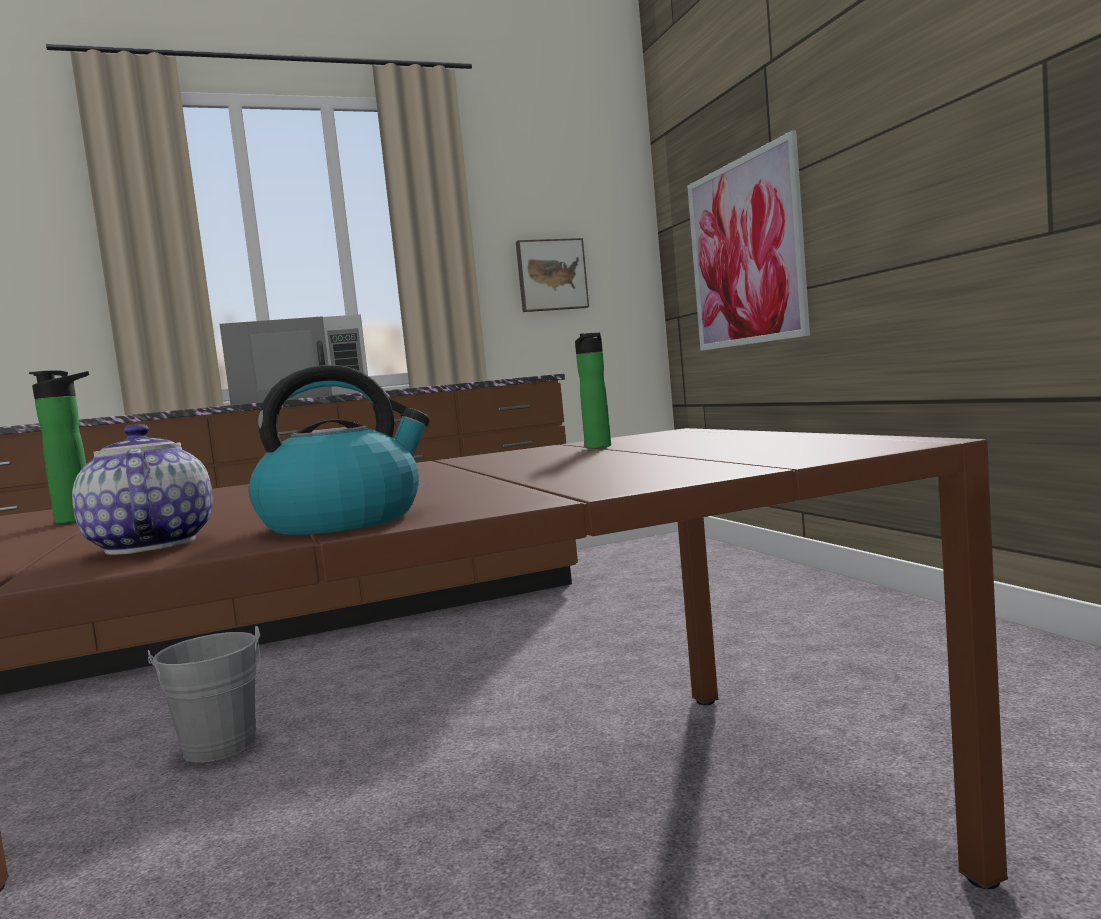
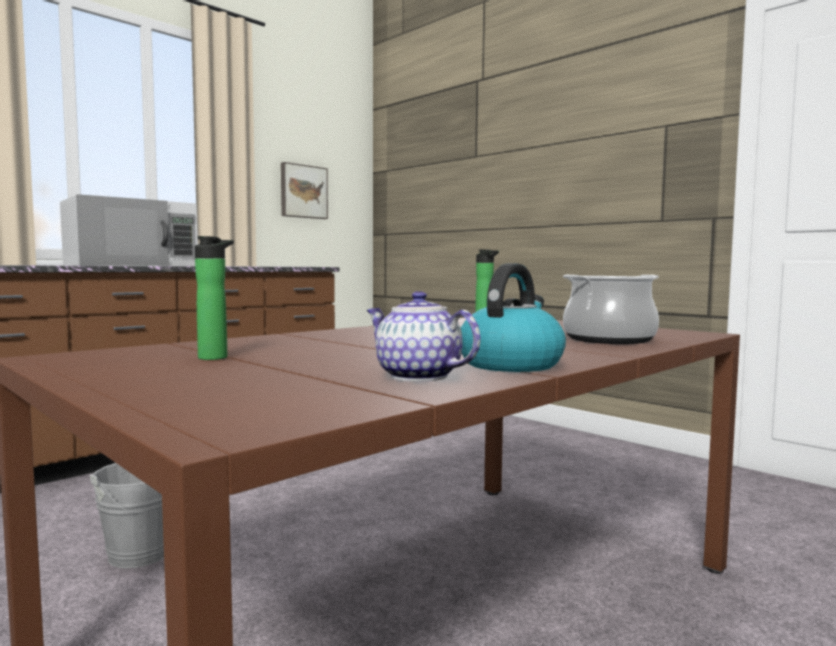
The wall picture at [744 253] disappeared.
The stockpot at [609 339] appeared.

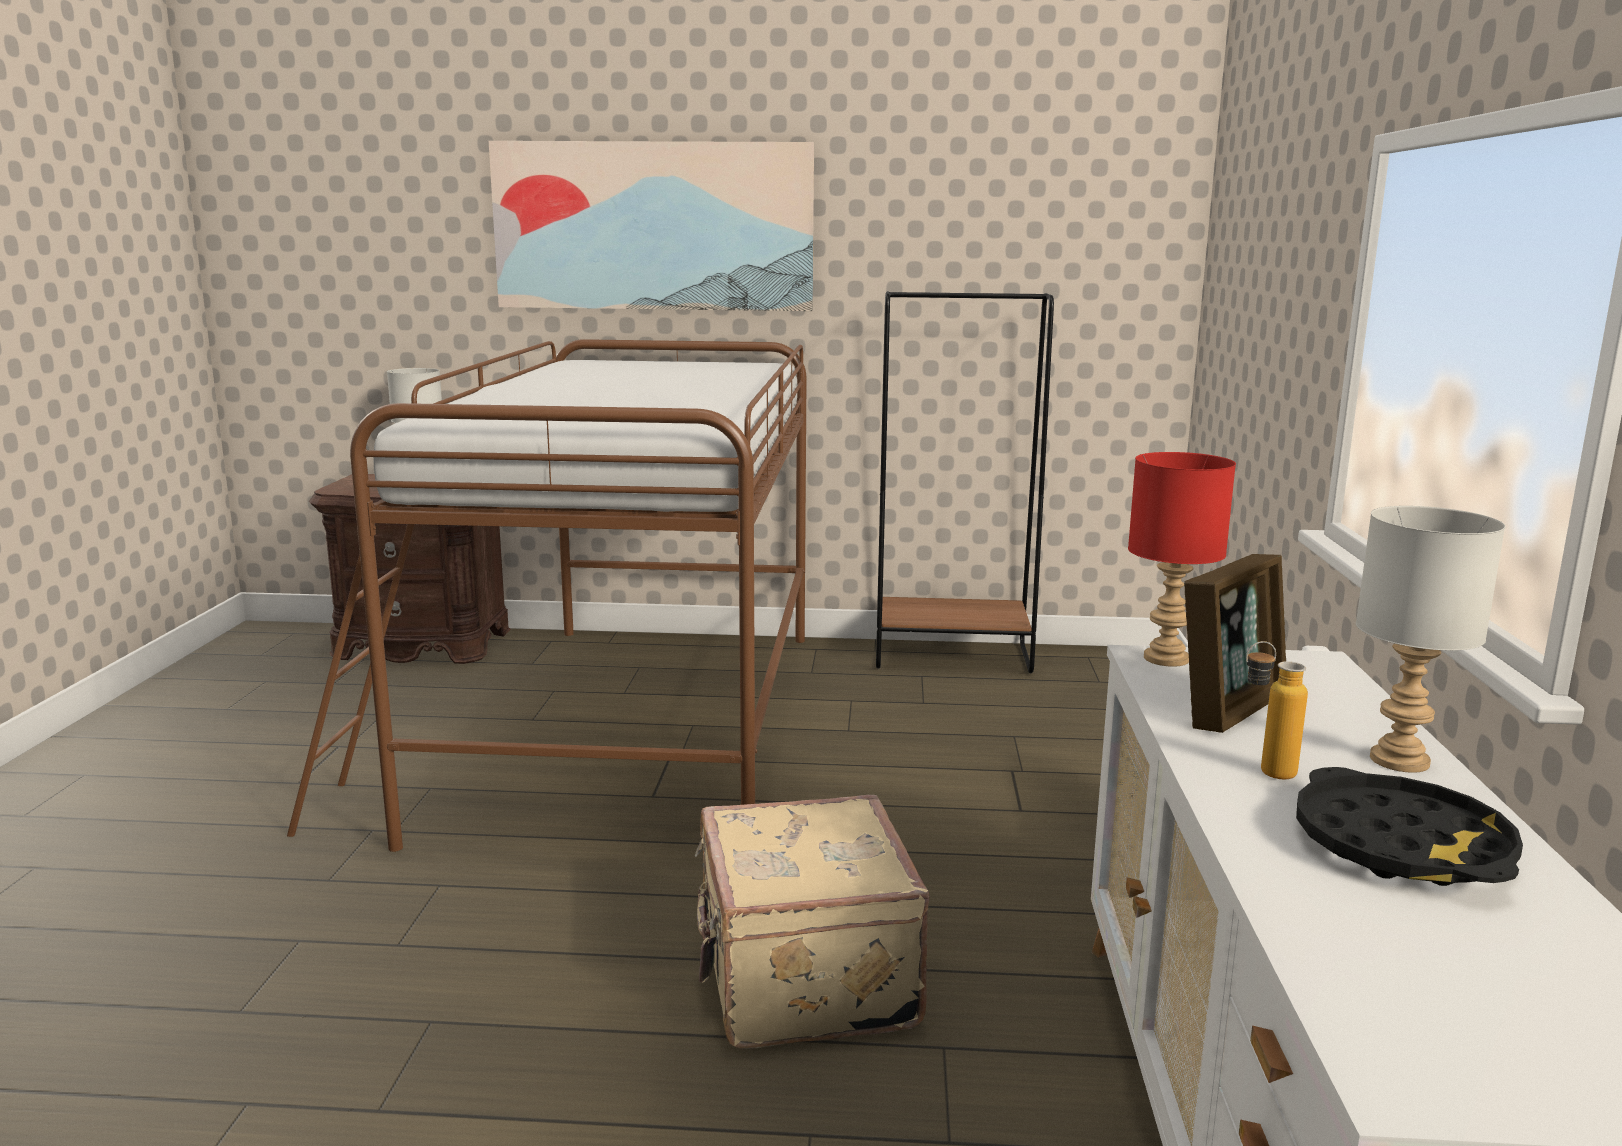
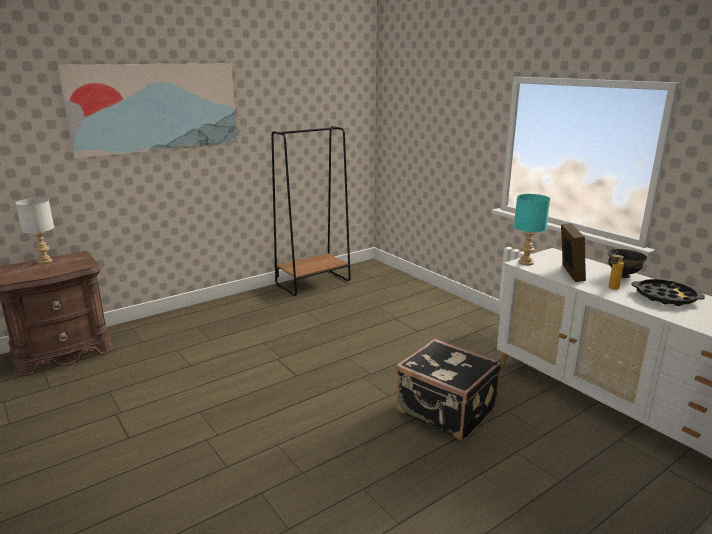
The brown sleeping bed at [631 727] disappeared.
The red tabletop lamp at [1167 659] became the turquoise tabletop lamp at [526 263].
The grey tabletop lamp at [1398 760] was replaced by the black-coloured bowl at [622 275].
The beige-coloured suitcase at [802 979] became the black-coloured suitcase at [445 412].

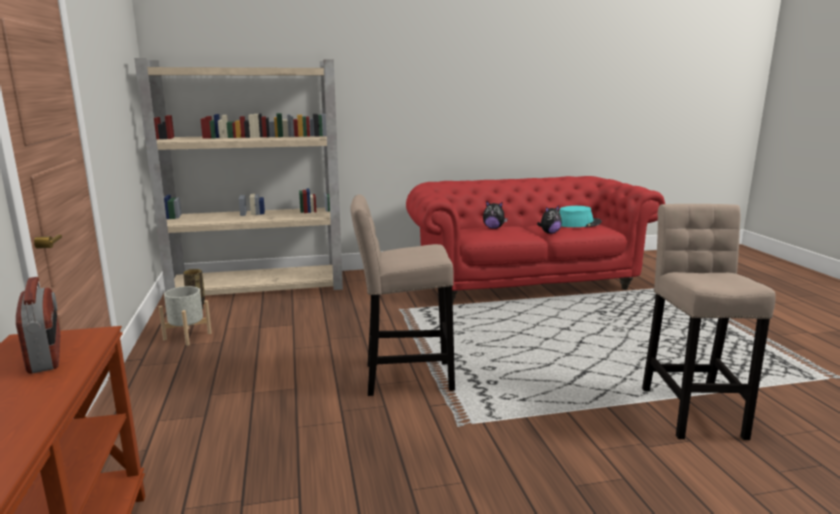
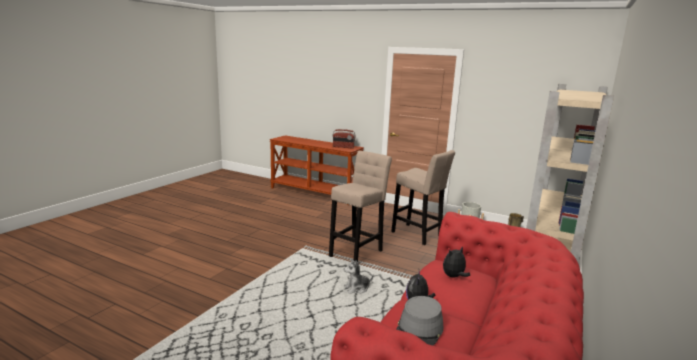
The beige-coloured stool moved from [691 409] to [418 235].
The turquoise clothing hat at [578 223] became the grey clothing hat at [419 329].
The soft toy at [357 288] appeared.

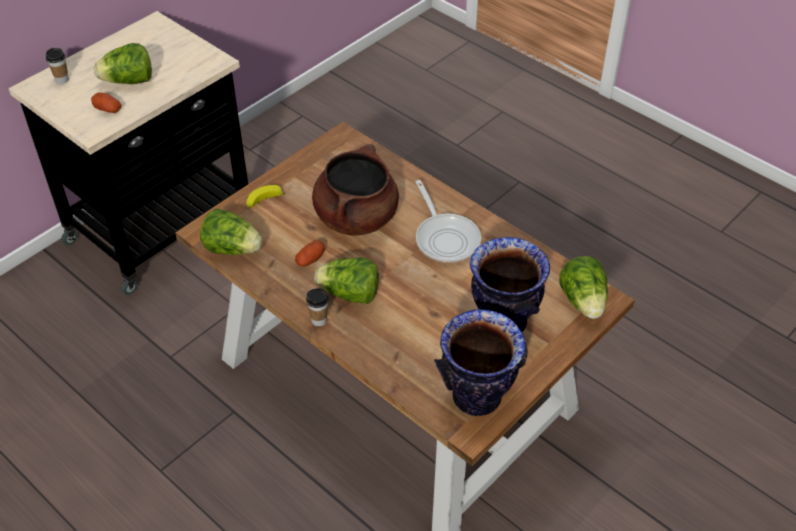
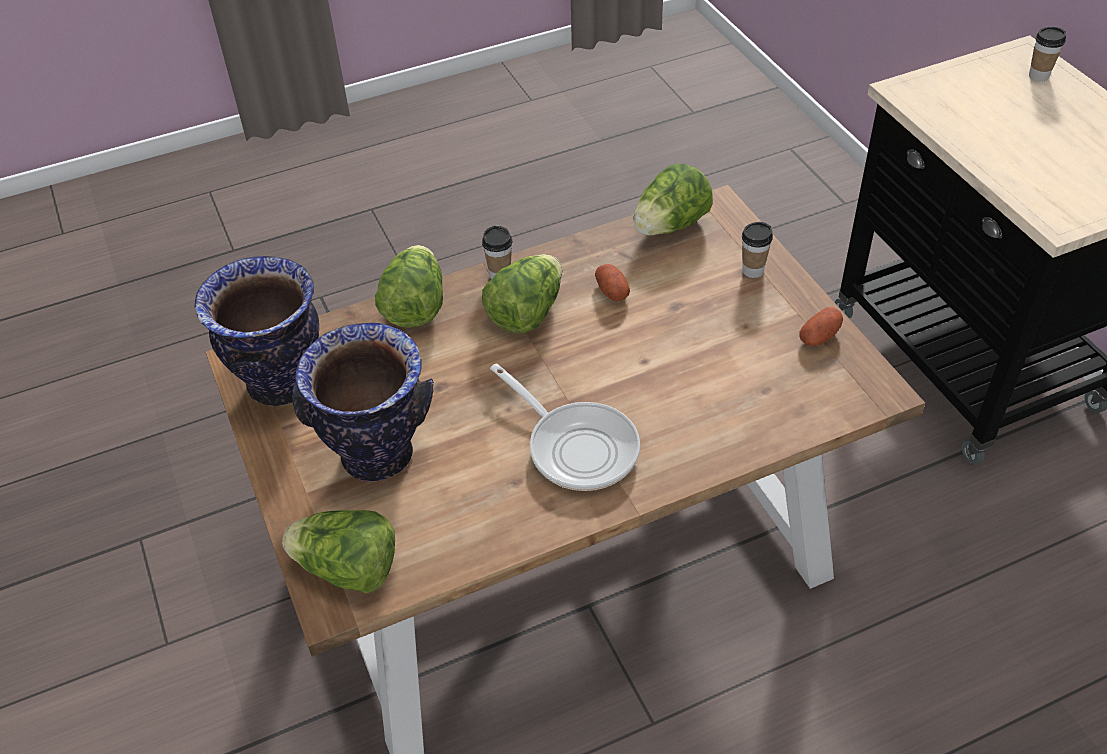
The lettuce moved from [129 81] to [415 307].
The spud moved from [108 109] to [819 336].
The brown stockpot at [356 217] disappeared.
The frying pan at [445 238] turned 135 degrees counterclockwise.
The banana at [263 201] was replaced by the cup at [752 271].

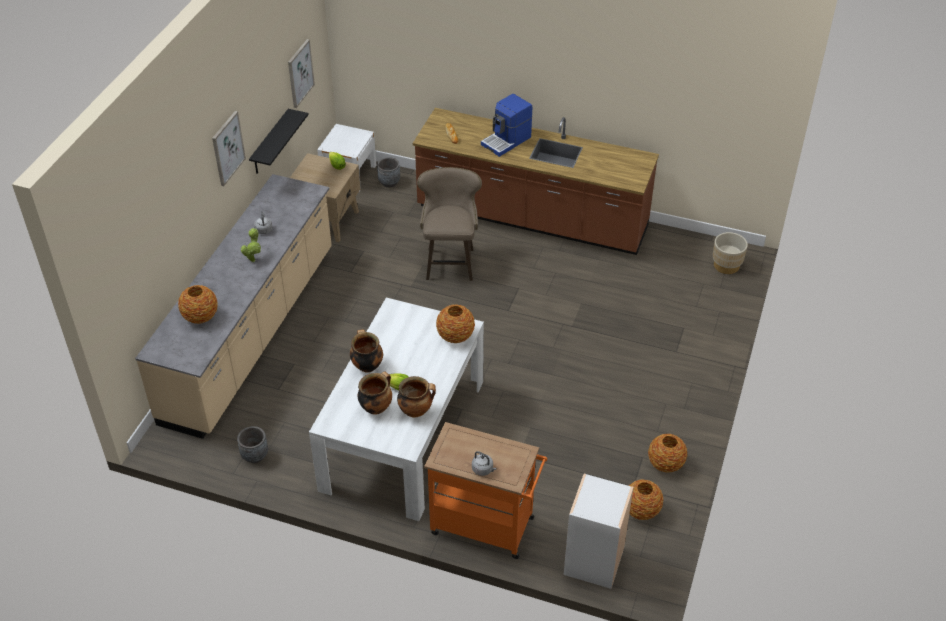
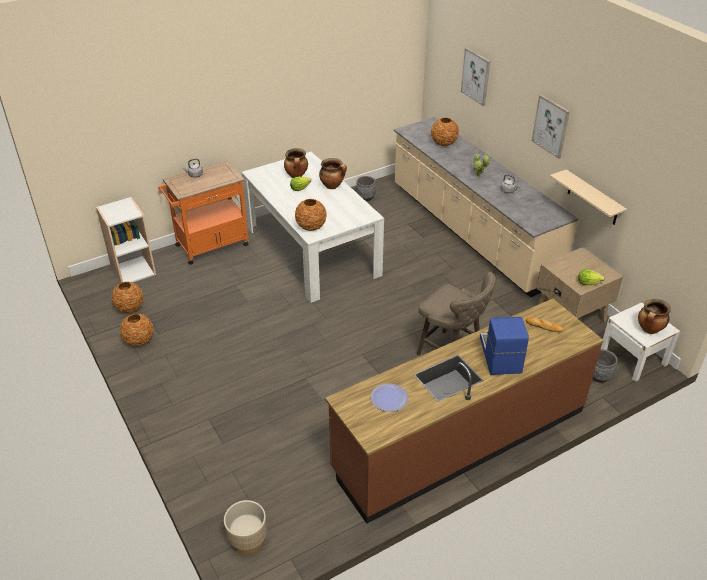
The wall picture moved from [300 73] to [476 76].
The black-coloured wall shelf at [270 143] became the beige-coloured wall shelf at [593 198].
The stockpot moved from [416 411] to [649 330].
The dinner plate at [389 398] appeared.

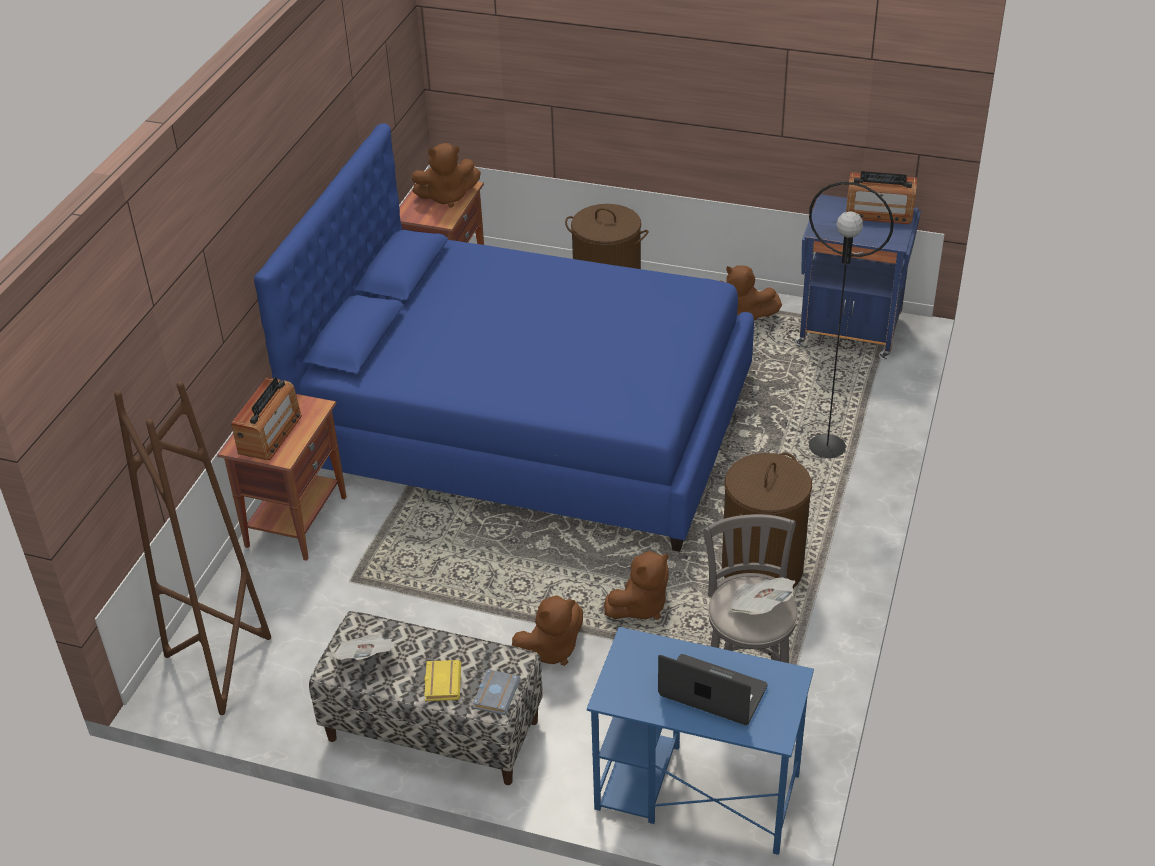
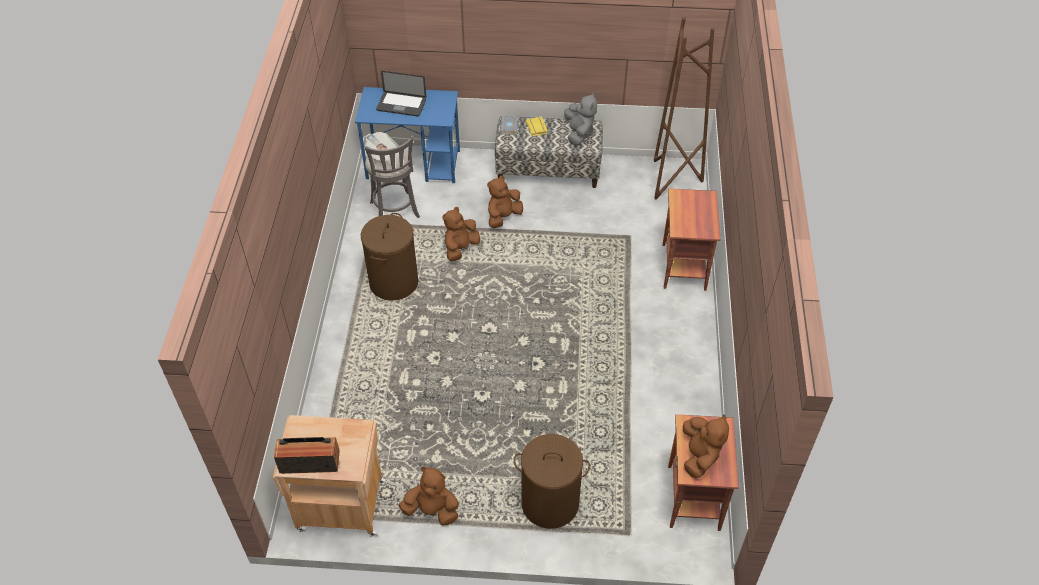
The blue sleeping bed at [526 422] disappeared.
The brown soft toy at [447 197] turned 120 degrees clockwise.
The black-coloured standard lamp at [827 446] disappeared.
The blue cart at [850 332] became the brown cart at [340 505].
The radio receiver at [270 434] disappeared.
The newspaper at [366 658] was replaced by the grey soft toy at [579 133].

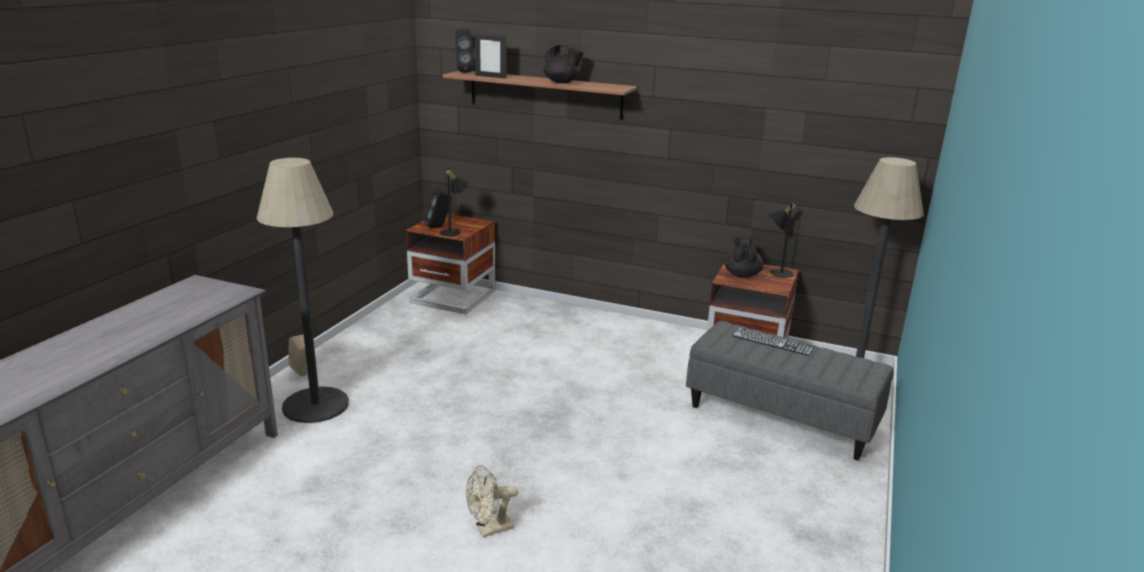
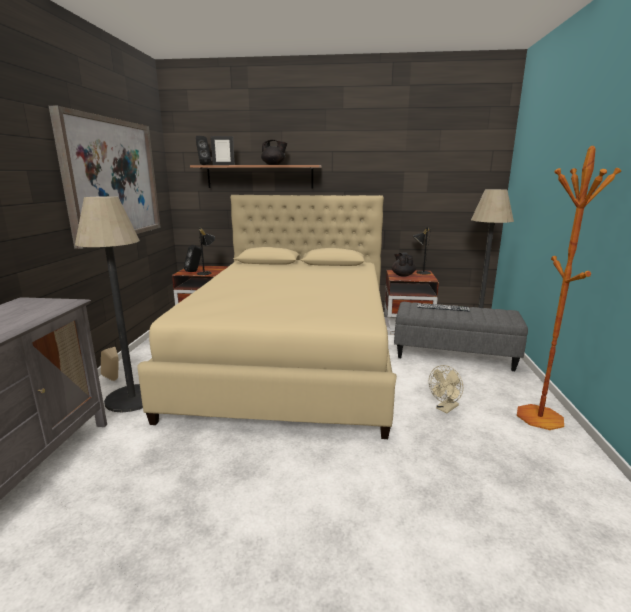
The beige-coloured cooling fan moved from [489 529] to [445 409].
The wall picture at [112 179] appeared.
The orangey garment stand at [540 417] appeared.
The beige-coloured sleeping bed at [292 357] appeared.

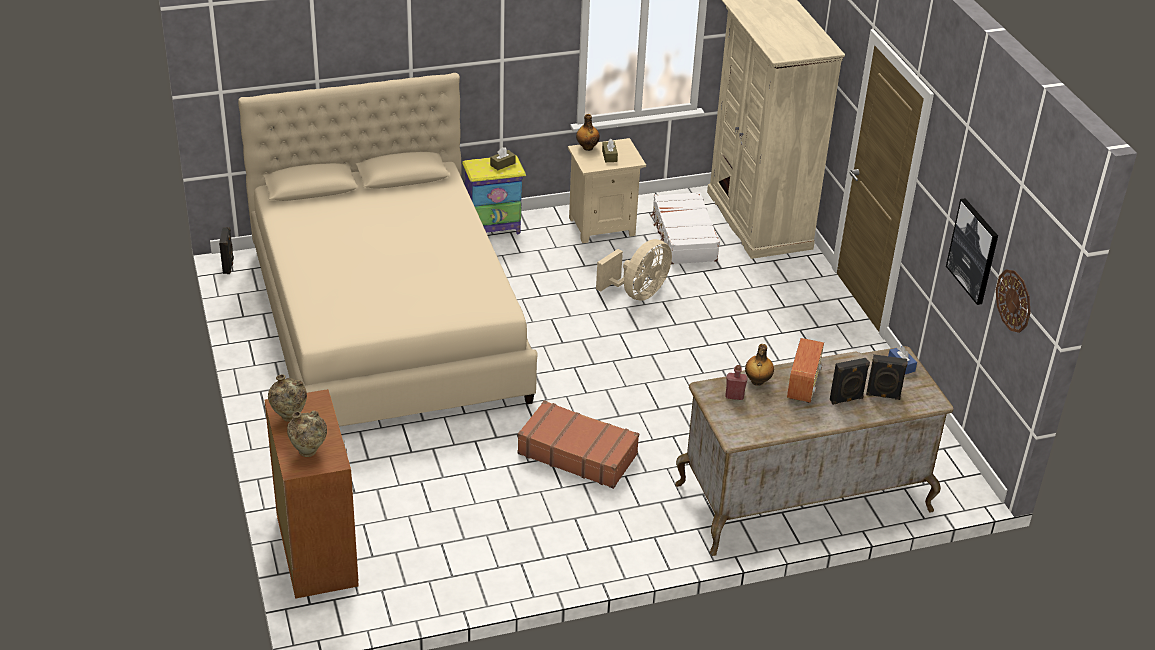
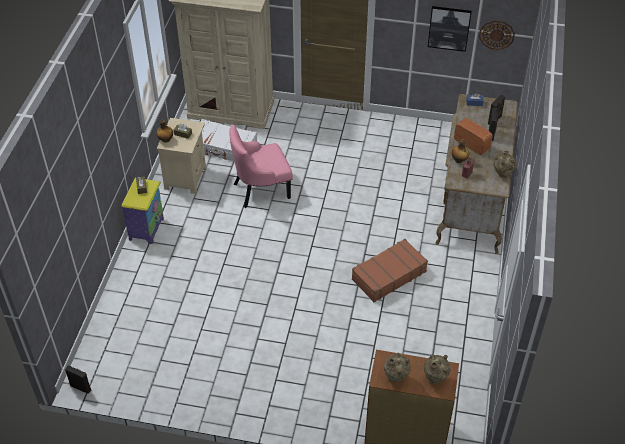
The beige-coloured sleeping bed at [387 323] disappeared.
The beige-coloured cooling fan at [637 293] was replaced by the pink-coloured lounge chair at [262 189].
The beige-coloured decorative vase at [502 175] appeared.

